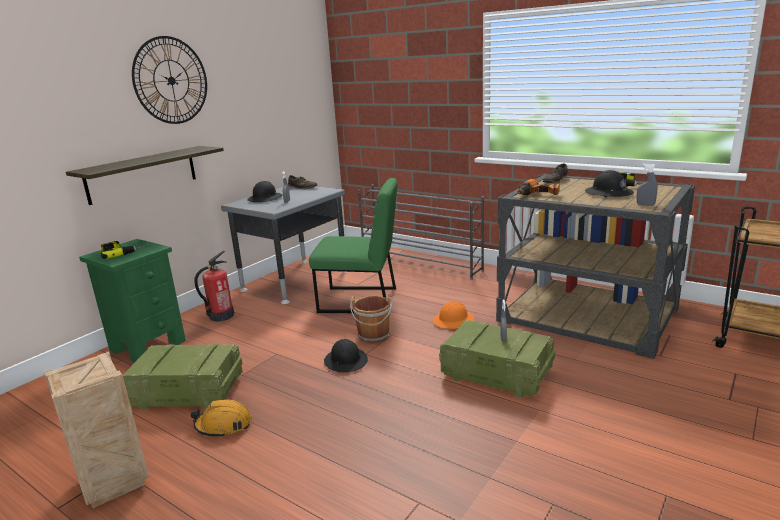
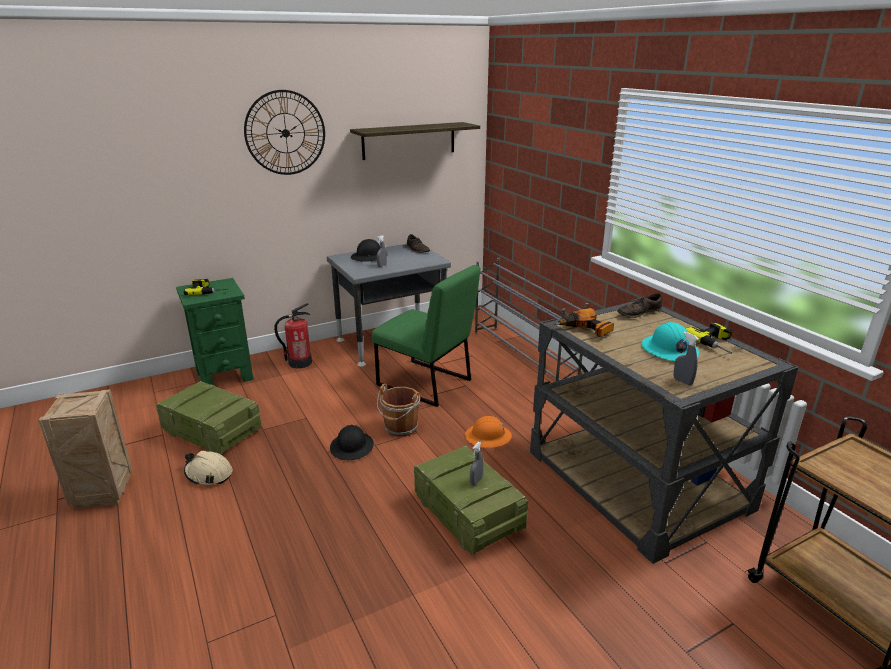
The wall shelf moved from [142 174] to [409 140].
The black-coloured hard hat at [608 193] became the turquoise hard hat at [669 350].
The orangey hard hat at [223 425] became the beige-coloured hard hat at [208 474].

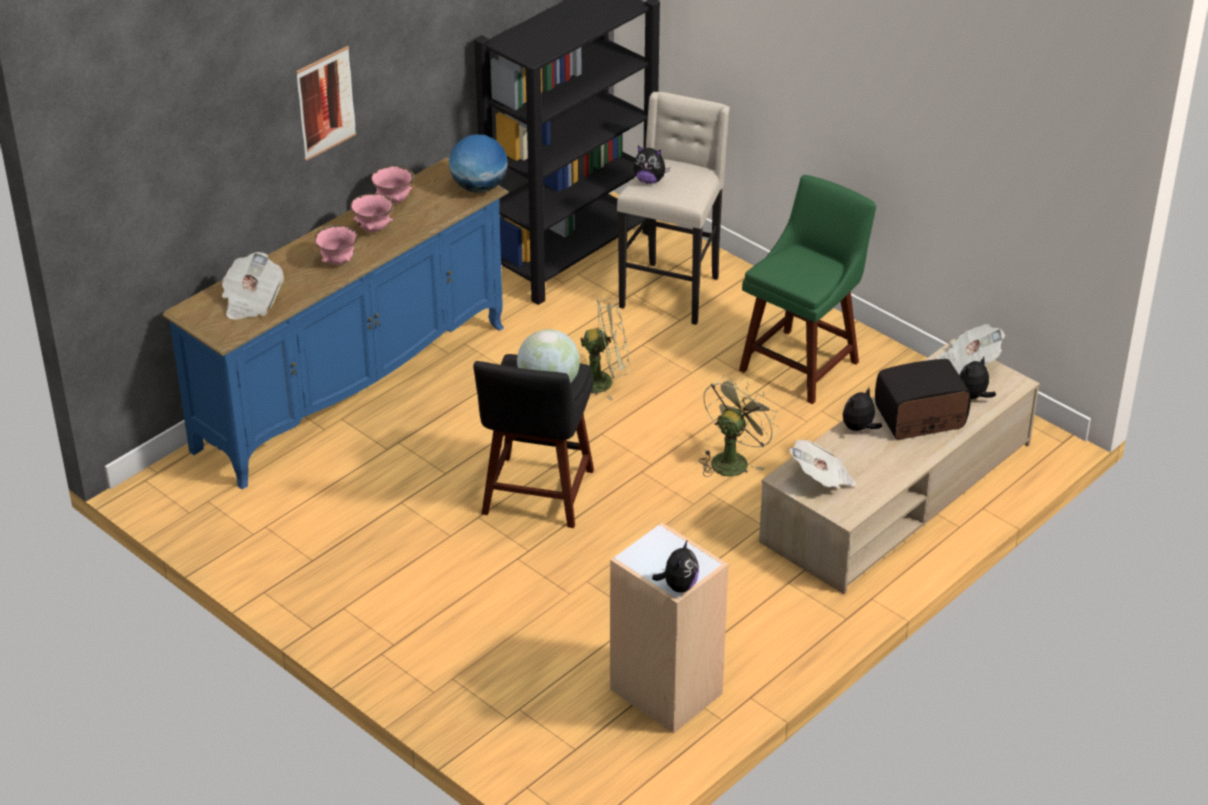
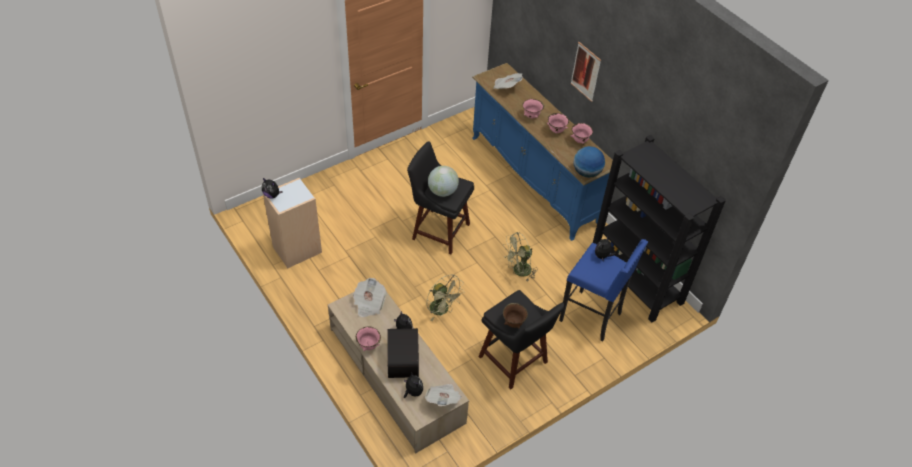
The beige-coloured stool at [671 292] became the blue stool at [592 317].
The green stool at [802 363] became the black-coloured stool at [515 361].
The green cooling fan at [603 381] turned 60 degrees clockwise.
The brown bowl at [513 323] appeared.
The pink-coloured bowl at [368 346] appeared.

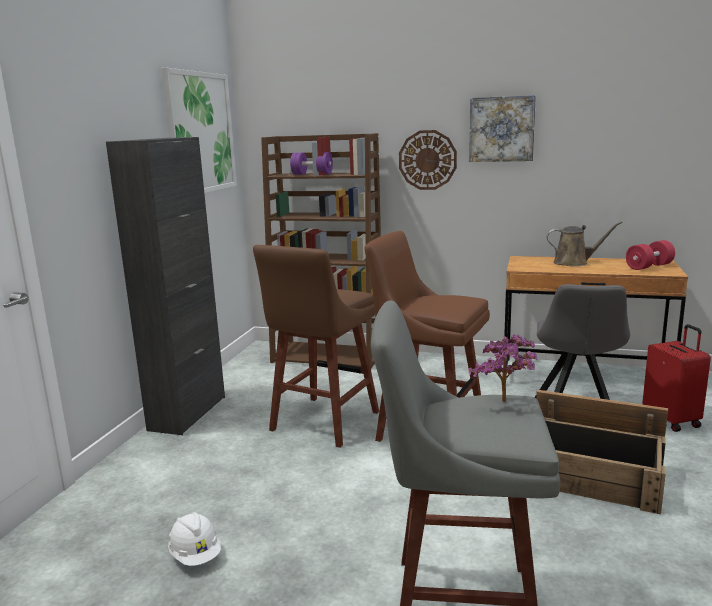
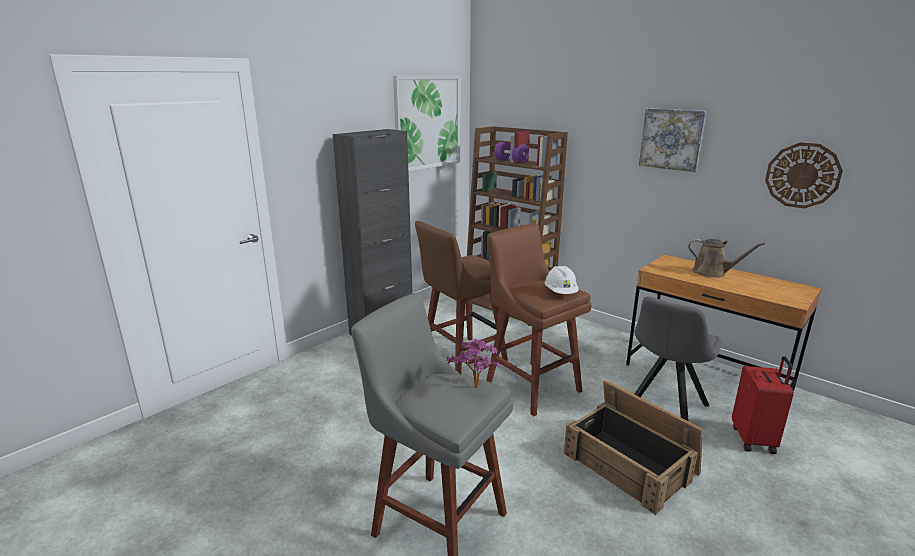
The clock on the wall moved from [427 160] to [802 175].
The red hand weight at [649 266] disappeared.
The white hard hat moved from [196 555] to [560 293].

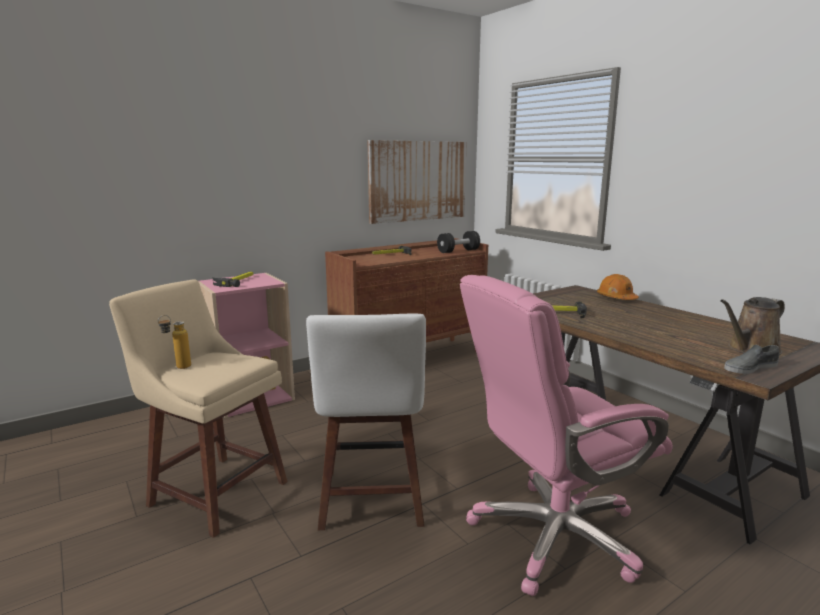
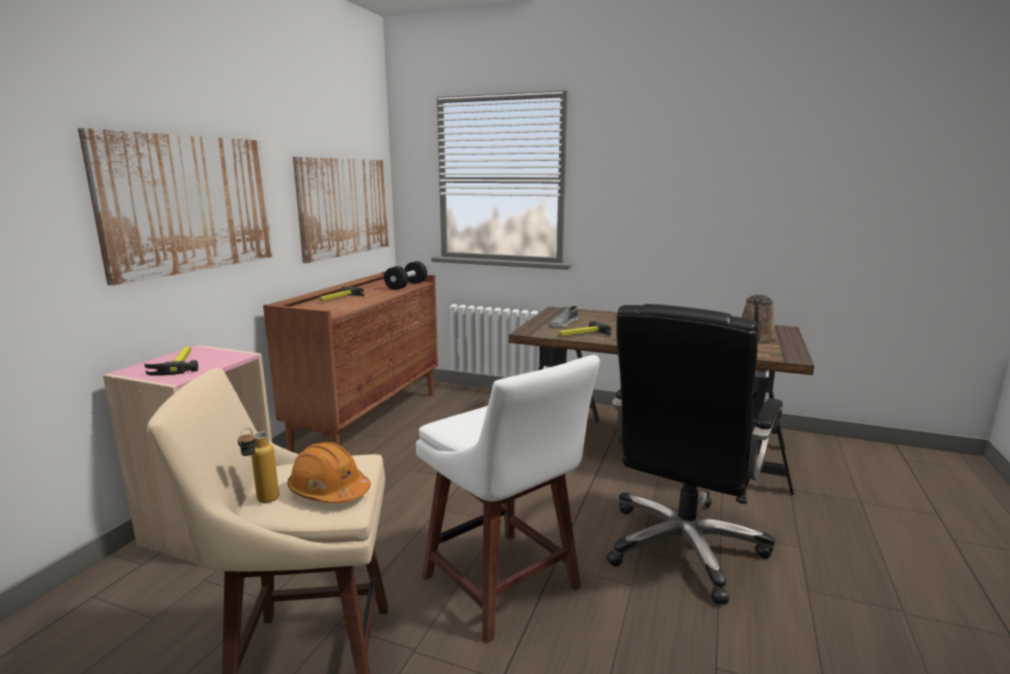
The orangey hard hat moved from [616 298] to [329 491].
The pink-coloured computer chair at [554 535] became the black-coloured computer chair at [683 545].
The grey low shoe moved from [749 367] to [564 323].
The wall picture at [190 204] appeared.

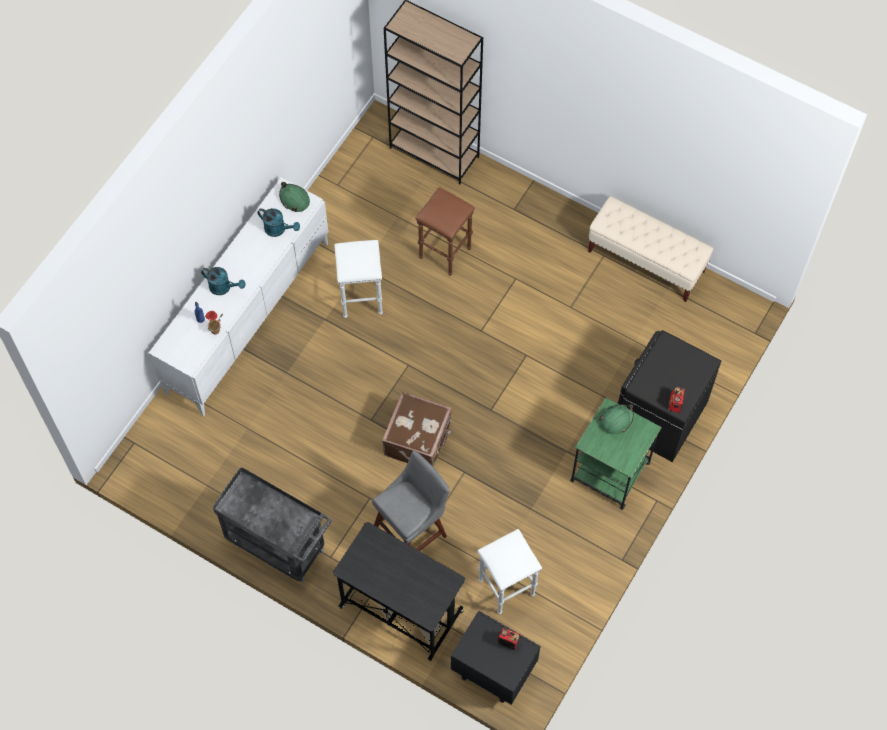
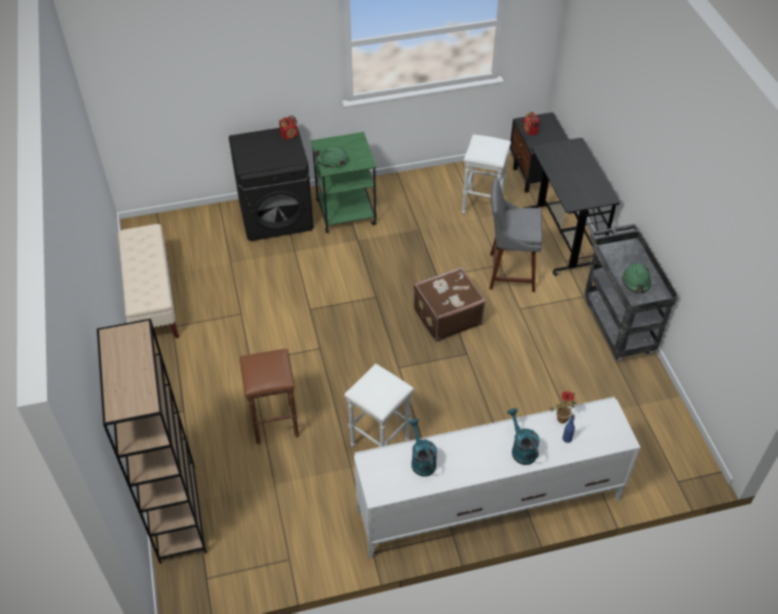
The green hard hat moved from [294 199] to [636 281].

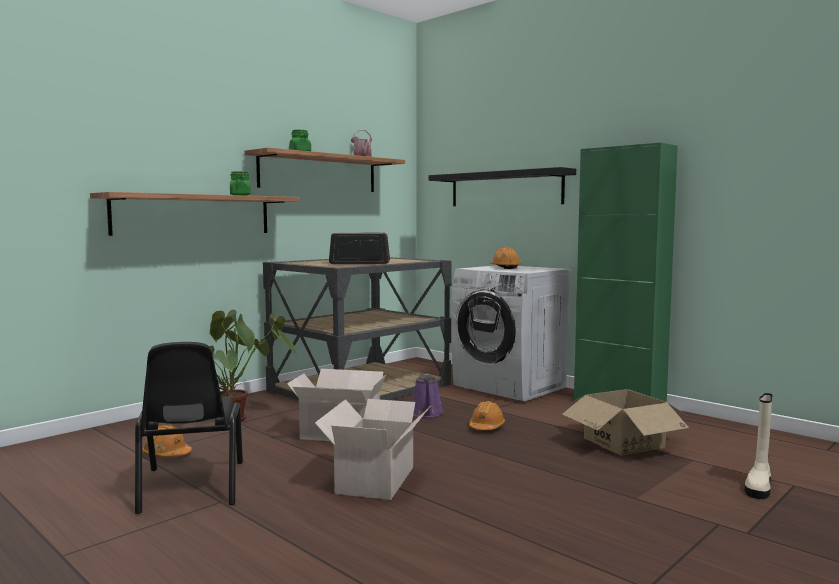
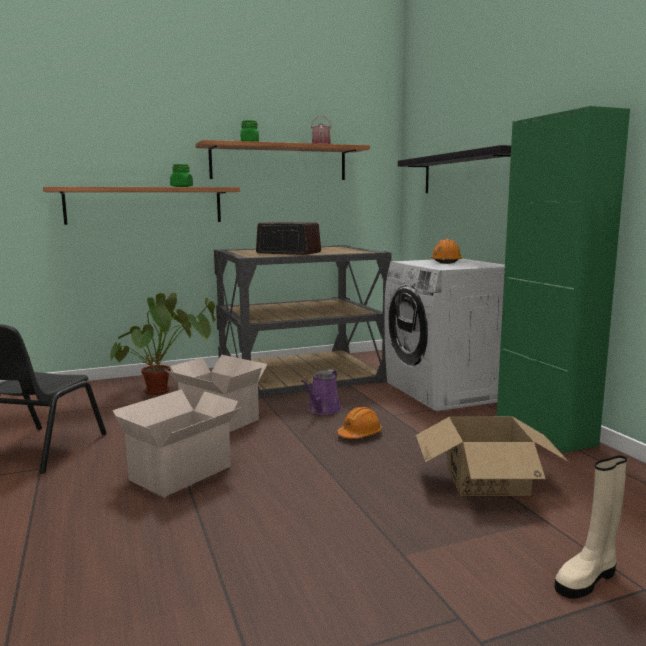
The orangey hard hat at [167 454] disappeared.

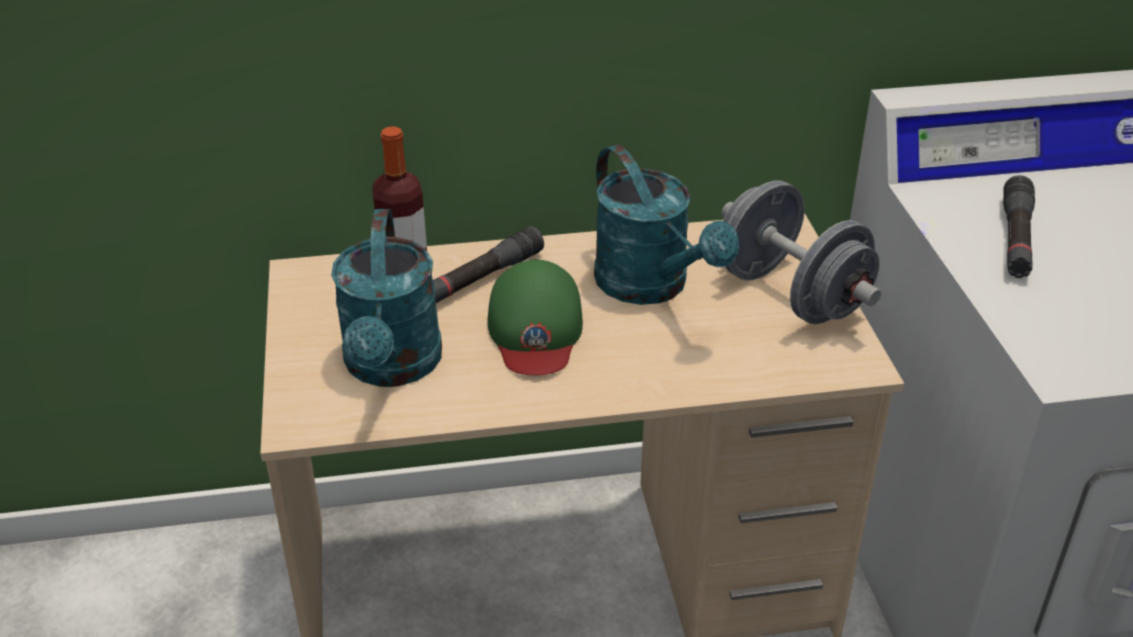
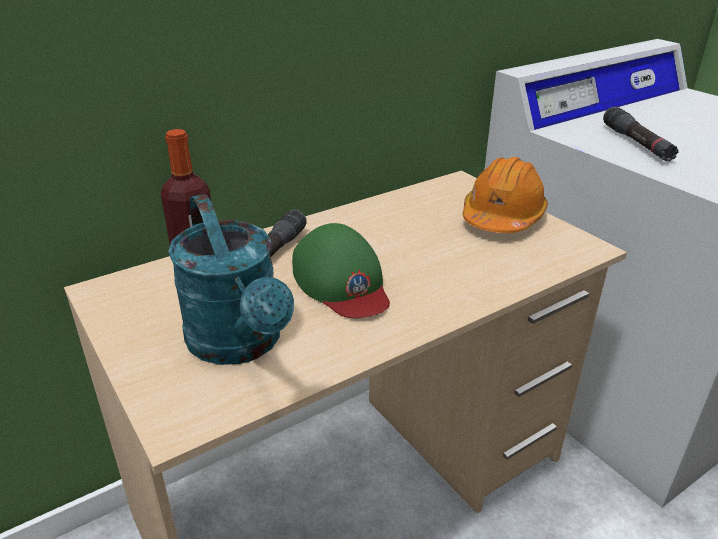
The turquoise watering pot at [652 287] disappeared.
The grey hand weight at [791 295] was replaced by the orangey hard hat at [502 217].

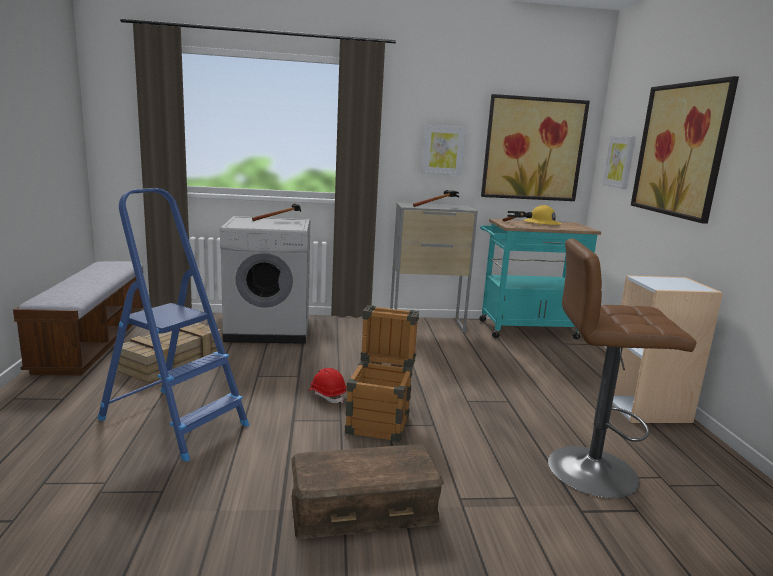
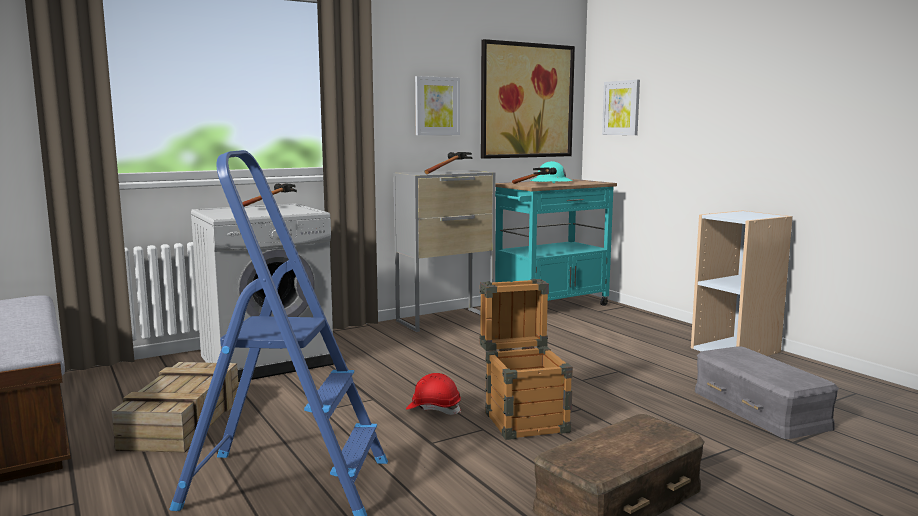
The wall picture at [680 150] disappeared.
The yellowish hard hat at [542 223] became the turquoise hard hat at [551 182].
The brown stool at [591 470] was replaced by the grey storage bin at [758 409].

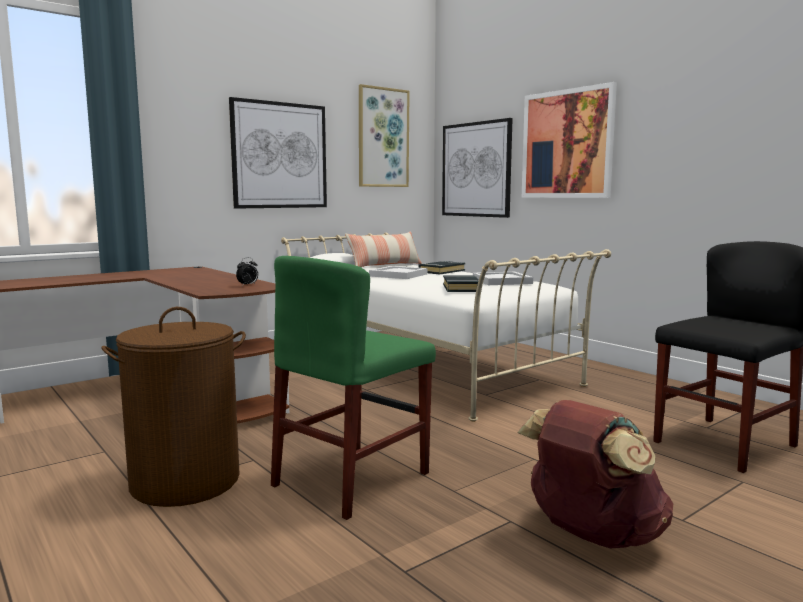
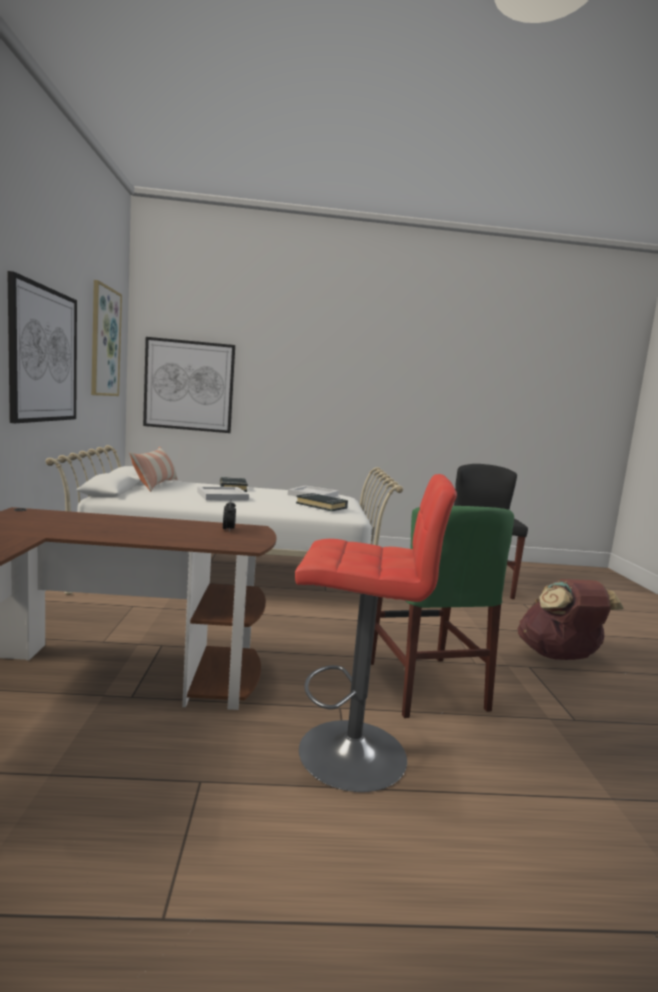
The wall picture at [567 144] disappeared.
The brown washing basket at [185 482] was replaced by the red stool at [353 755].

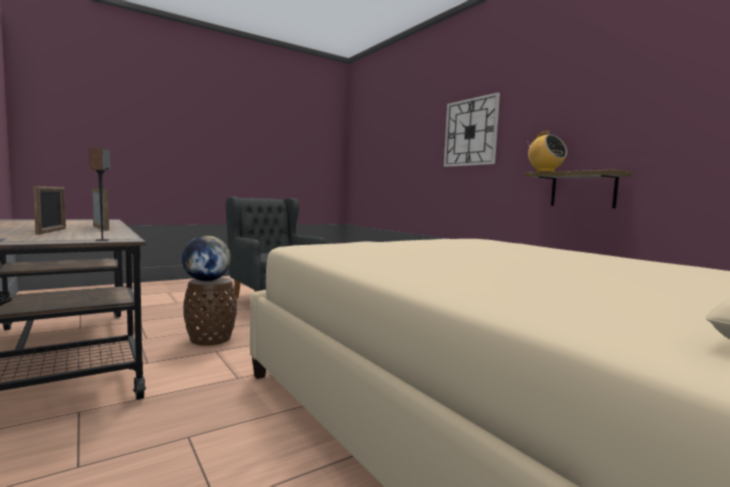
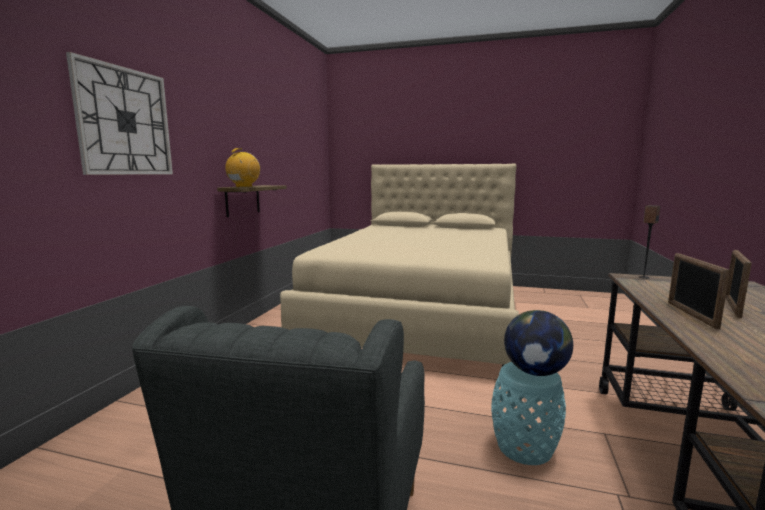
The brown stool at [210 339] became the turquoise stool at [524 448].

